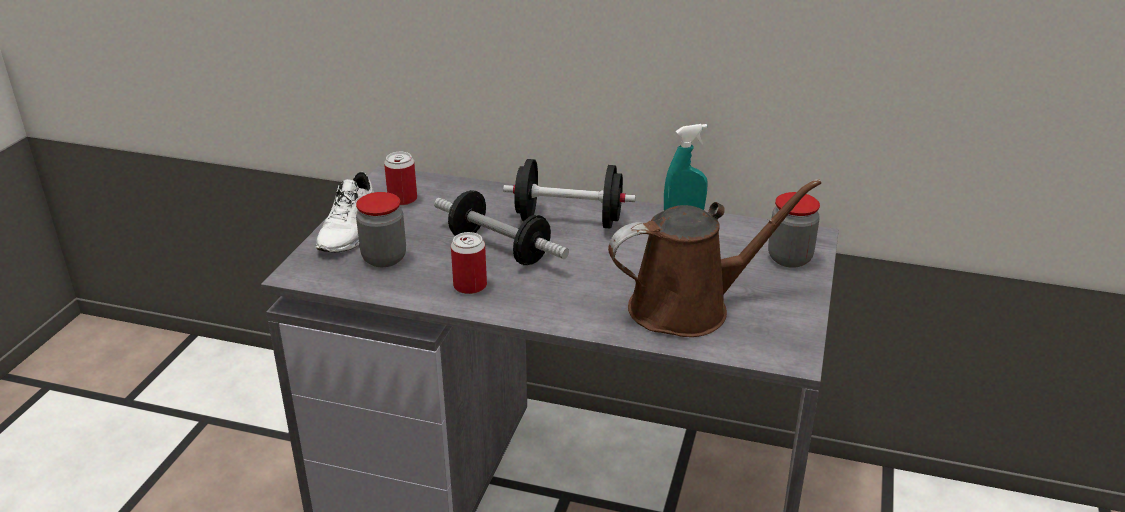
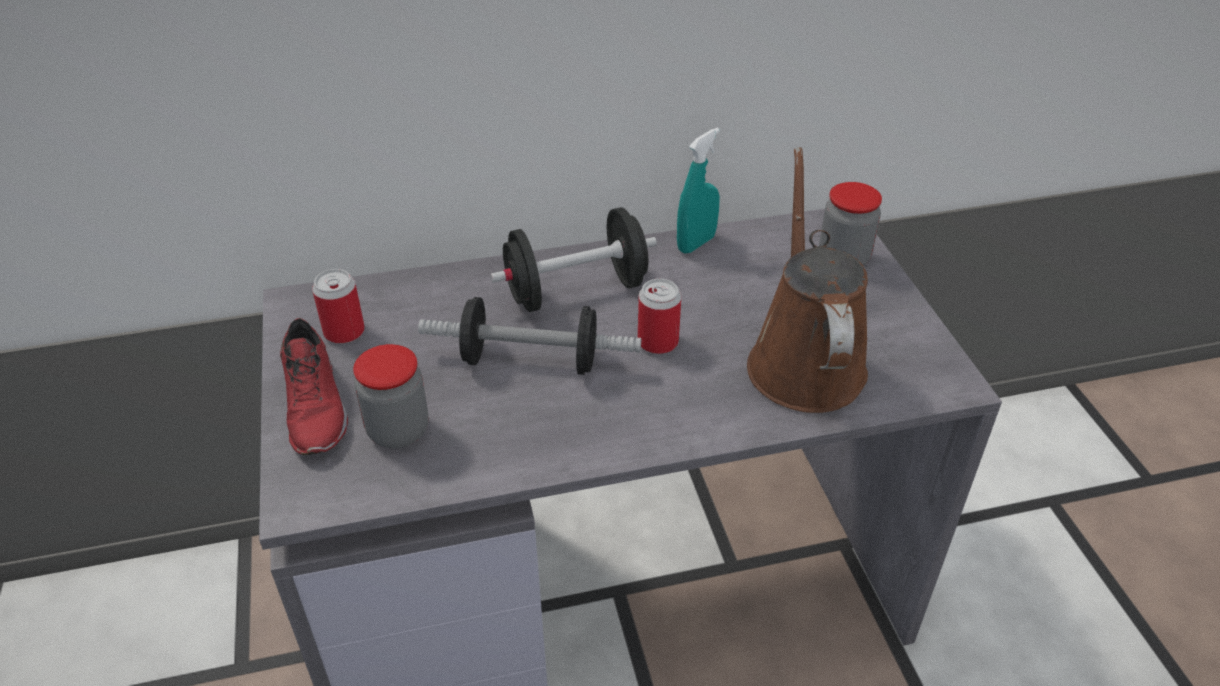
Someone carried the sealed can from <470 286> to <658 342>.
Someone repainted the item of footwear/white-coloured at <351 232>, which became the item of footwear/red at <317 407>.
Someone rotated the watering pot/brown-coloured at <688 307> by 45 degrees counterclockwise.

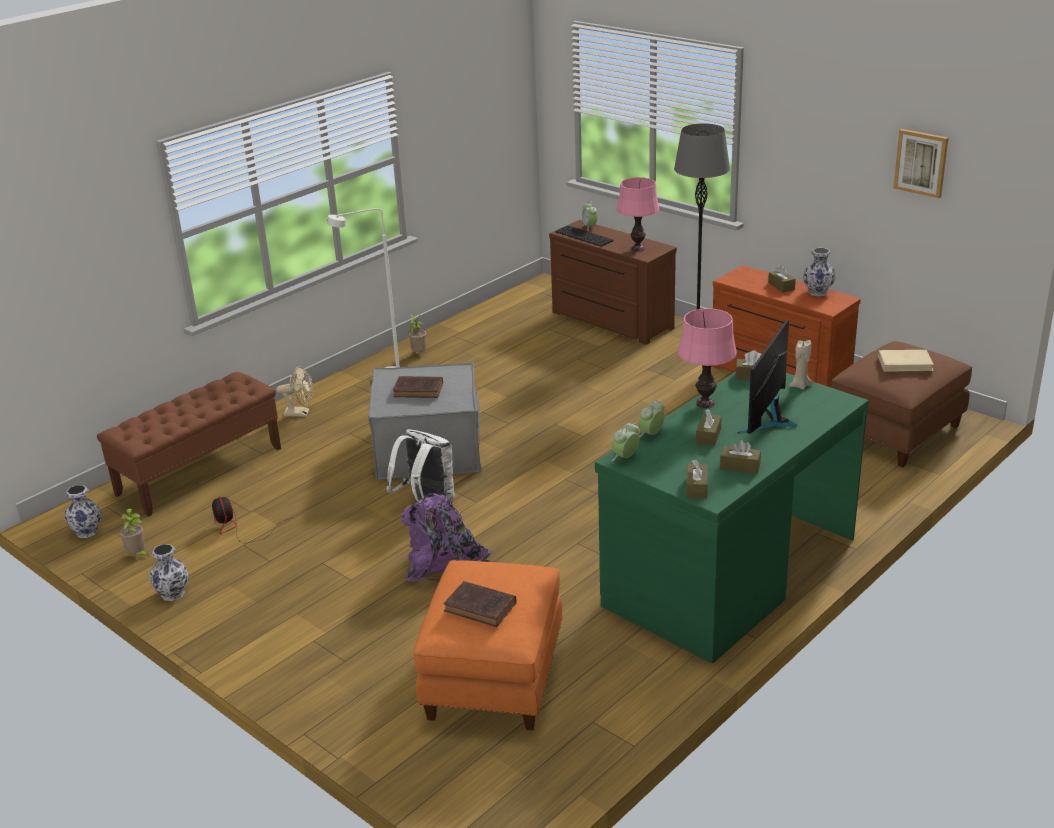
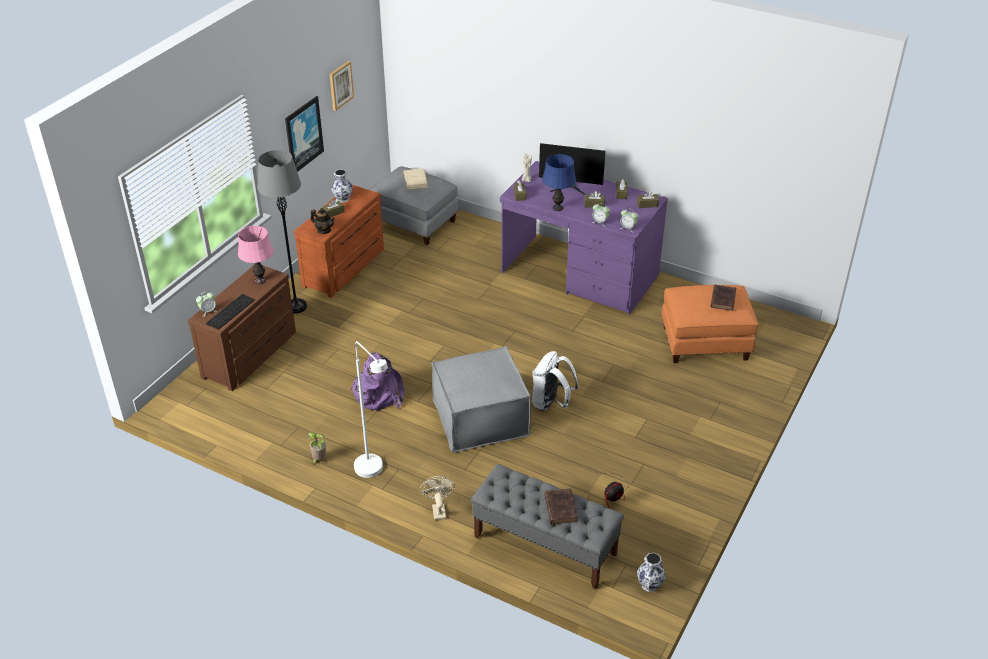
Someone took away the potted plant at <138 555>.
Someone took away the vase at <172 593>.
Someone put up the wall art at <303 134>.
Someone put down the tea pot at <324 230>.
Someone carried the volume/brown-coloured from <420 390> to <560 507>.
Someone carried the rucksack/purple-coloured from <447 566> to <379 394>.
Someone repainted the long seat/brown-coloured at <200 471>, which became the long seat/gray at <544 545>.
Someone repainted the desk table/green at <728 571>, which became the desk table/purple-coloured at <579 274>.
Someone repainted the table lamp/pink at <705 403>, which became the table lamp/blue-coloured at <558 208>.
Someone repainted the pouffe/brown-coloured at <896 433>, which became the pouffe/gray at <415 223>.

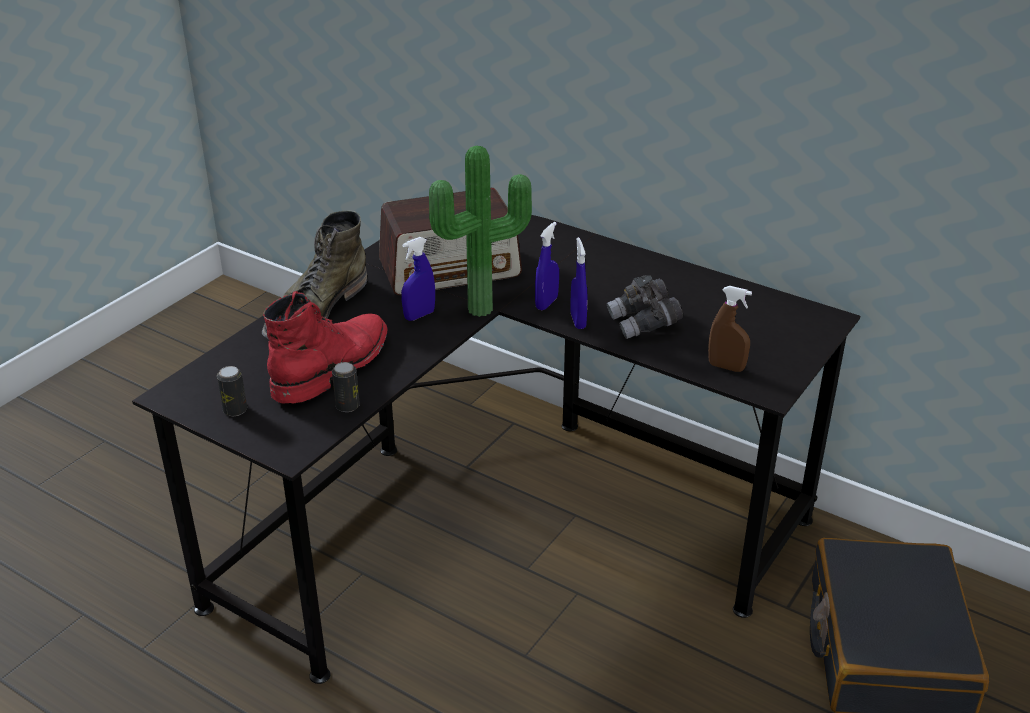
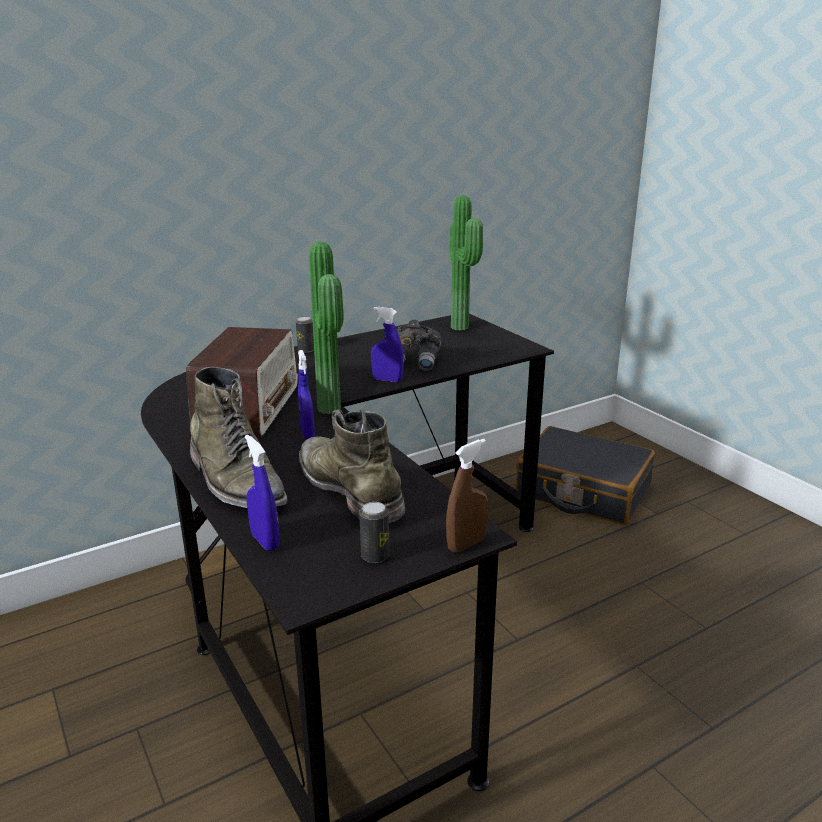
Someone put down the potted plant at <463 327>.
Someone carried the sealed can from <347 406> to <306 350>.
Someone carried the sprayer/blue-coloured from <546 303> to <265 541>.
Someone carried the sprayer/brown-coloured from <726 367> to <466 544>.
Someone repainted the tall boot/red at <333 367>, which became the tall boot/green at <349 488>.

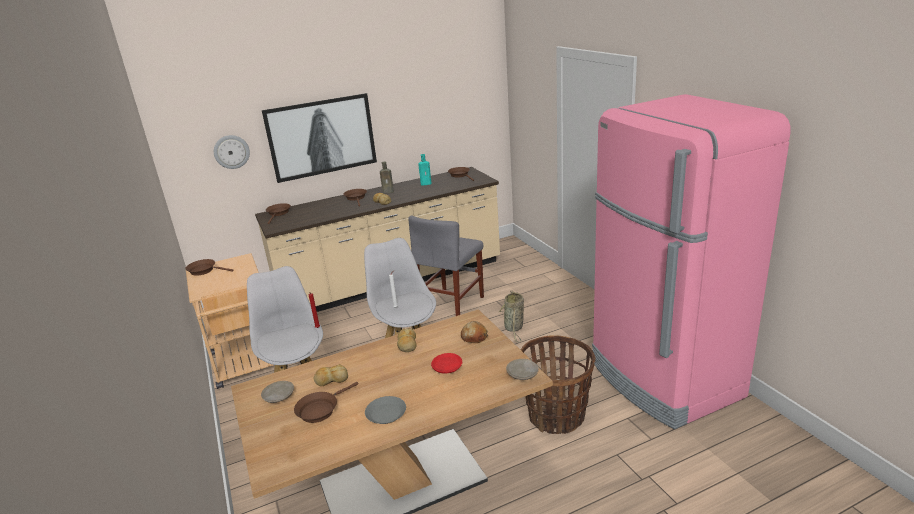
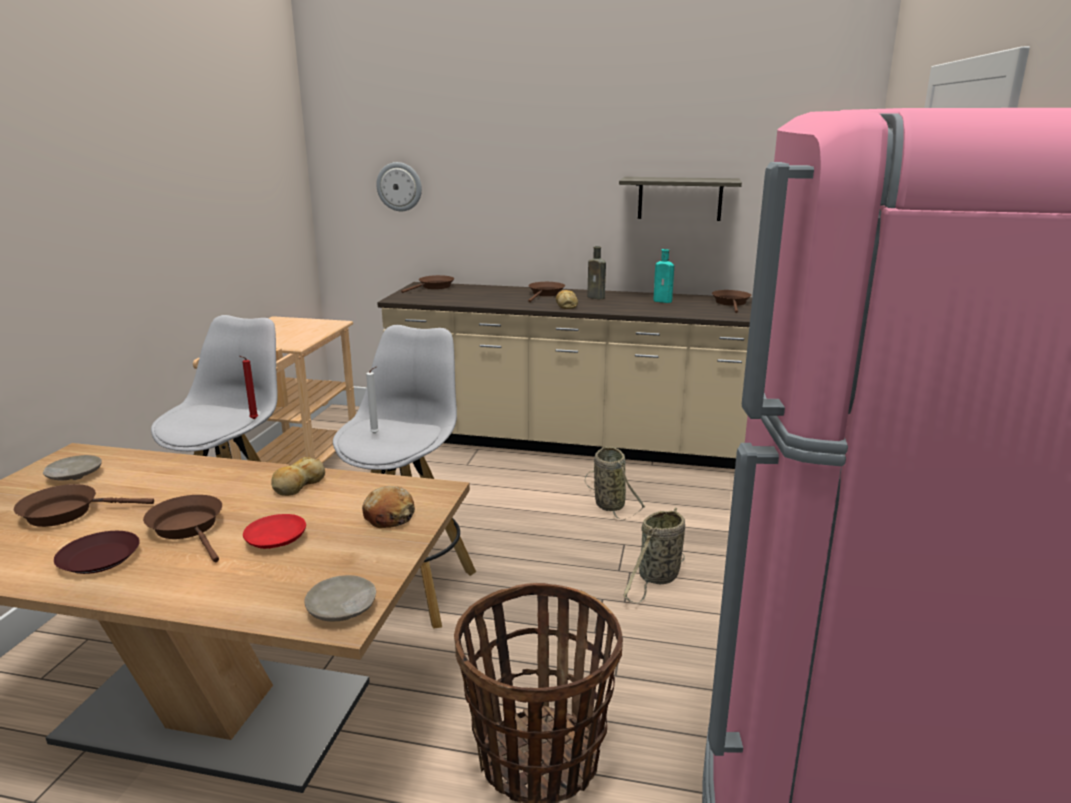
Someone took away the wall art at <321 137>.
Someone took away the bakery bread at <331 379>.
Someone put up the wall shelf at <680 198>.
Someone carried the frying pan/brown-coloured from <204 270> to <189 528>.
Someone swapped the upright chair/gray at <451 305> for the storage basket at <608 504>.
Someone repainted the plate/gray at <386 413>, which became the plate/brown-coloured at <100 558>.

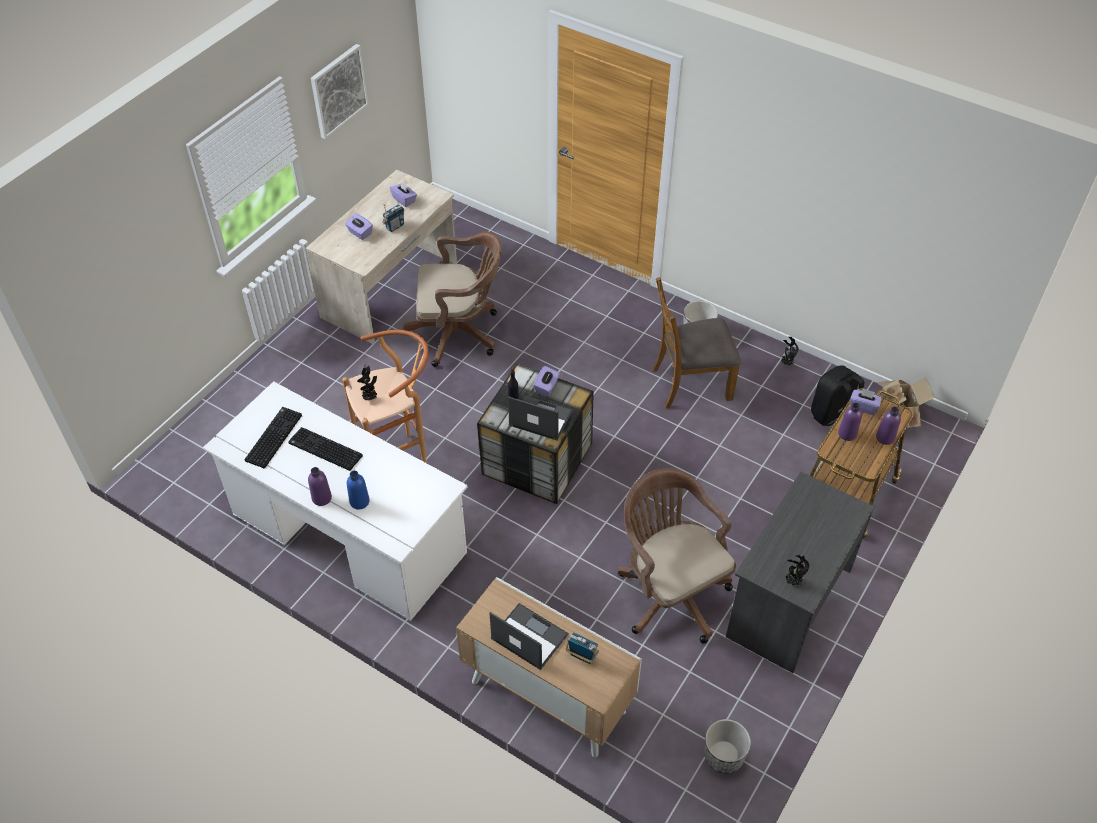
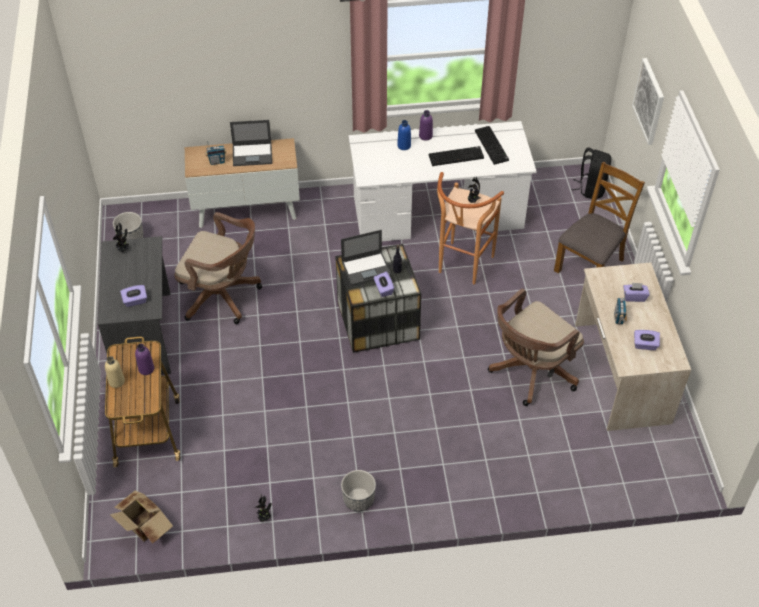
Someone carried the wall art from <338 91> to <649 101>.
Someone carried the upright chair/brown-coloured from <690 383> to <590 265>.
Someone carried the rucksack/black-coloured from <832 415> to <591 188>.
Someone carried the box of tissues/purple-coloured from <863 407> to <135 301>.
Someone repainted the bottle/purple-coloured at <885 437>, which became the bottle/beige-coloured at <116 381>.

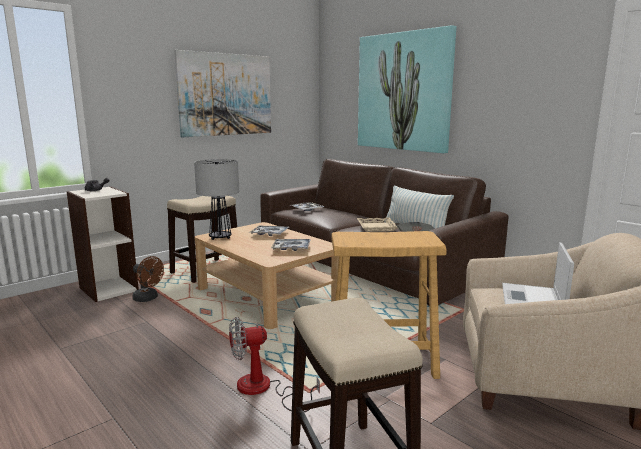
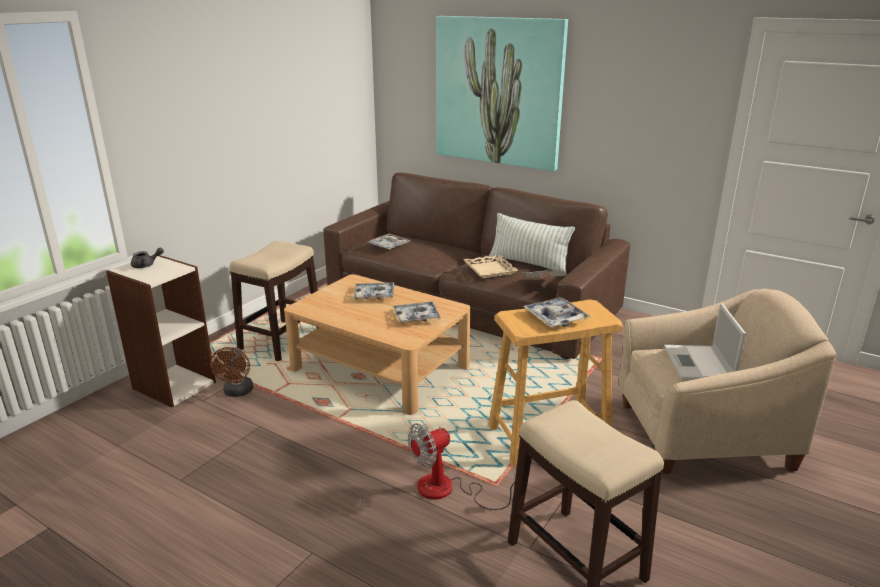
Someone took away the wall art at <225 94>.
Someone took away the table lamp at <220 237>.
Someone put down the carrying tray at <555 318>.
Someone rotated the cooling fan/brown-coloured at <148 298> by 75 degrees clockwise.

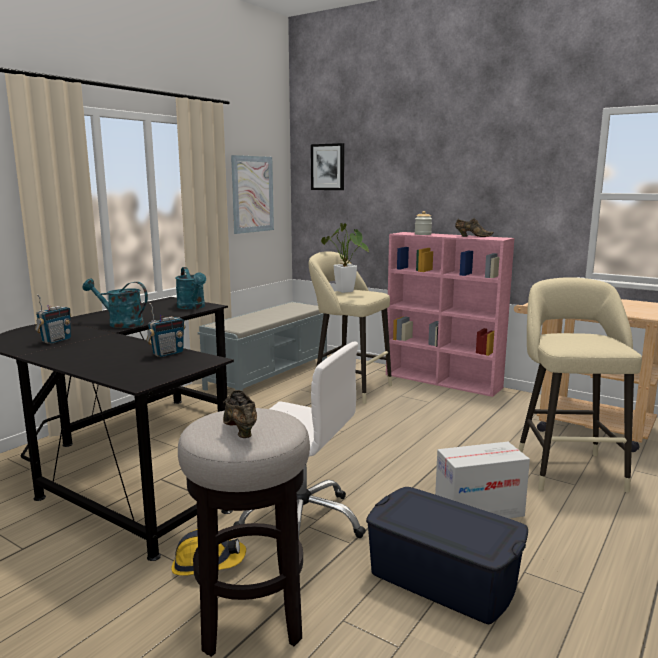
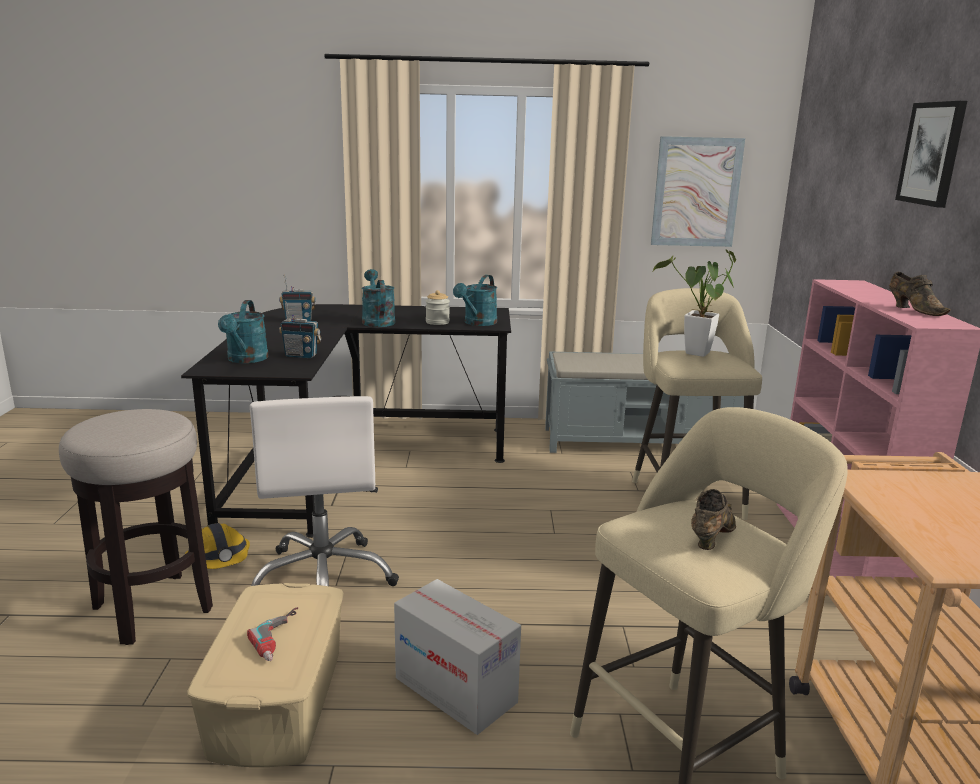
Someone put down the watering pot/turquoise at <246 360>.
Someone put down the power drill at <283 638>.
Someone carried the item of footwear/brown-coloured from <239 429> to <710 537>.
Someone carried the wall art from <328 167> to <932 153>.
Someone carried the jar from <423 234> to <437 322>.
Someone repainted the storage bin/blue-coloured at <443 579>, which became the storage bin/beige-coloured at <276 702>.

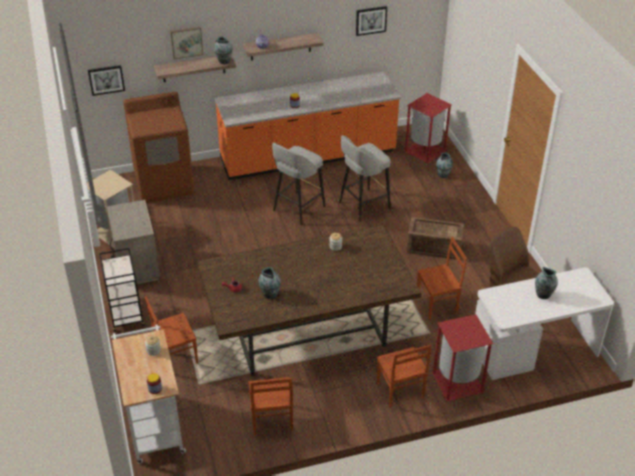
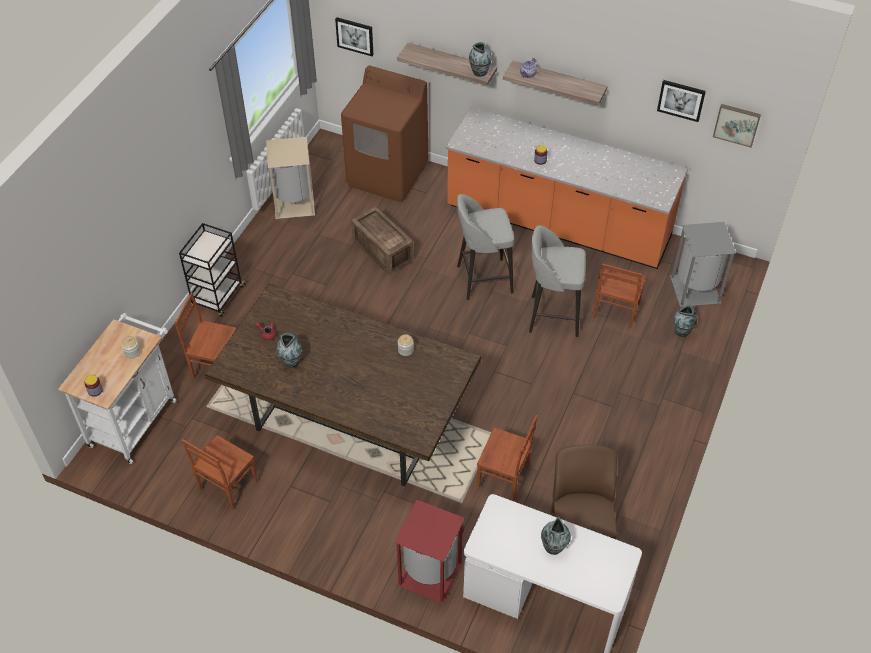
Someone took away the night table/beige-coloured at <136 266>.
Someone carried the wall art from <186 42> to <737 124>.
Someone carried the upright chair/brown-coloured from <400 391> to <615 311>.
Someone carried the shipping crate from <433 247> to <383 250>.
Someone repainted the trash can/red at <425 150>, which became the trash can/gray at <695 289>.

